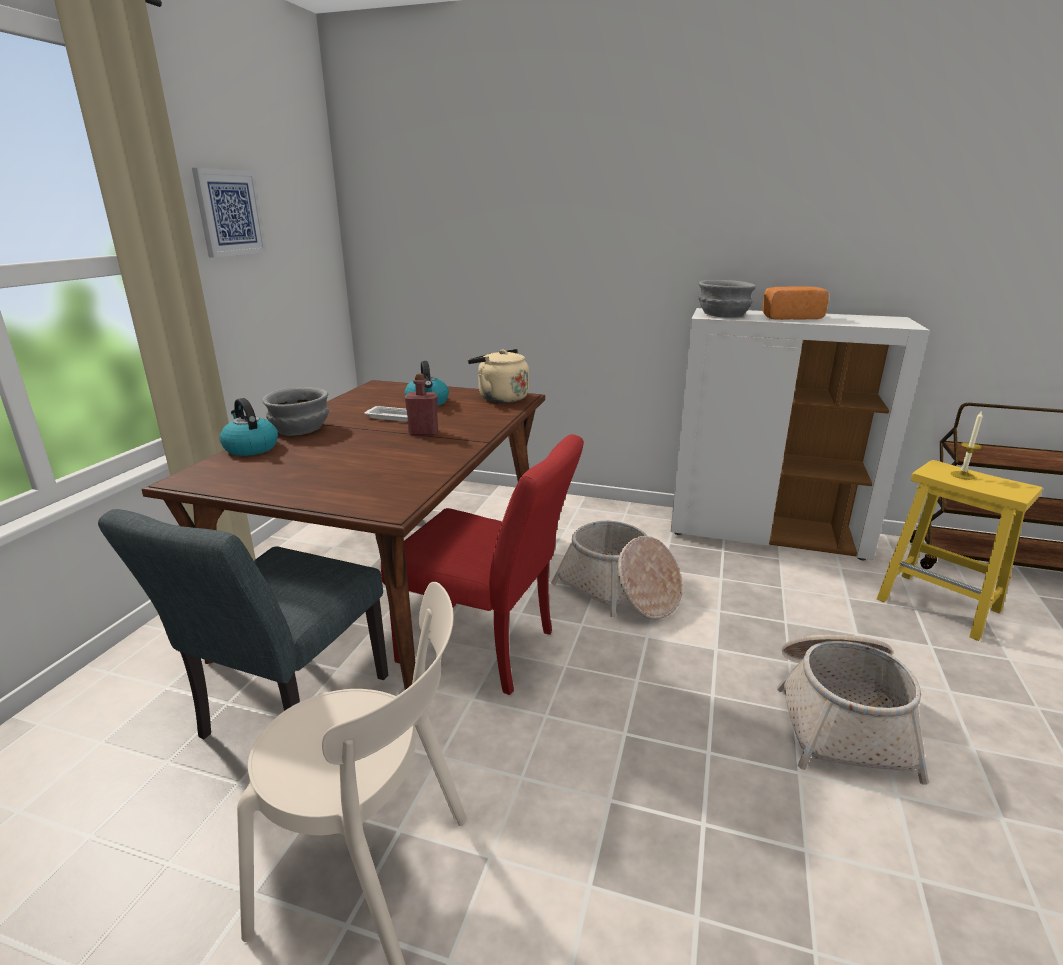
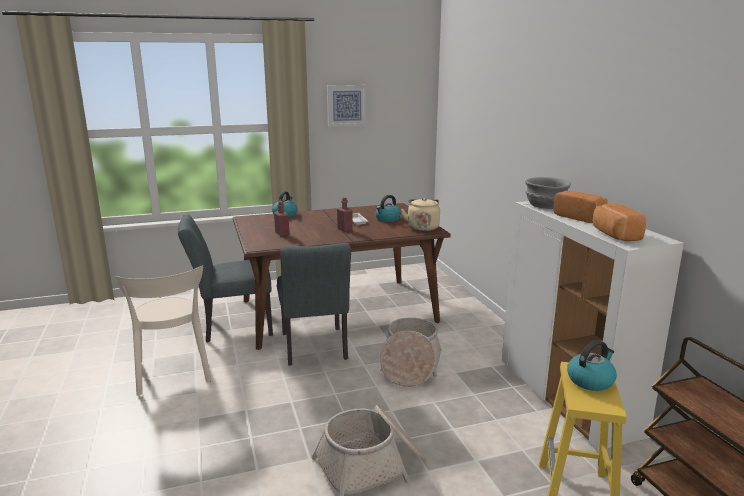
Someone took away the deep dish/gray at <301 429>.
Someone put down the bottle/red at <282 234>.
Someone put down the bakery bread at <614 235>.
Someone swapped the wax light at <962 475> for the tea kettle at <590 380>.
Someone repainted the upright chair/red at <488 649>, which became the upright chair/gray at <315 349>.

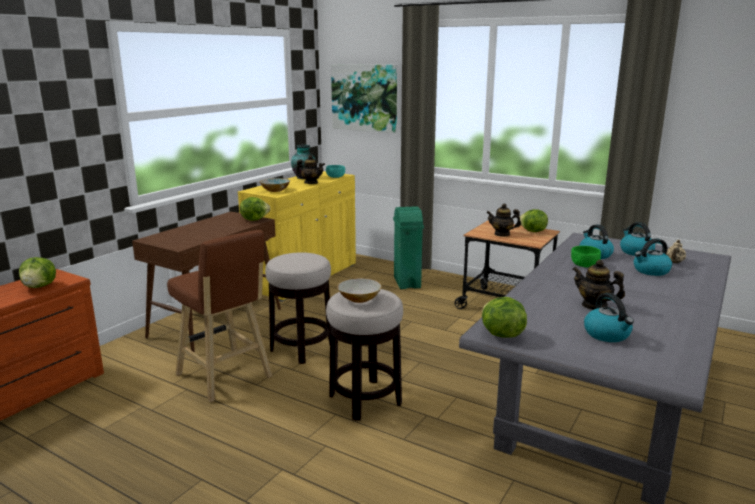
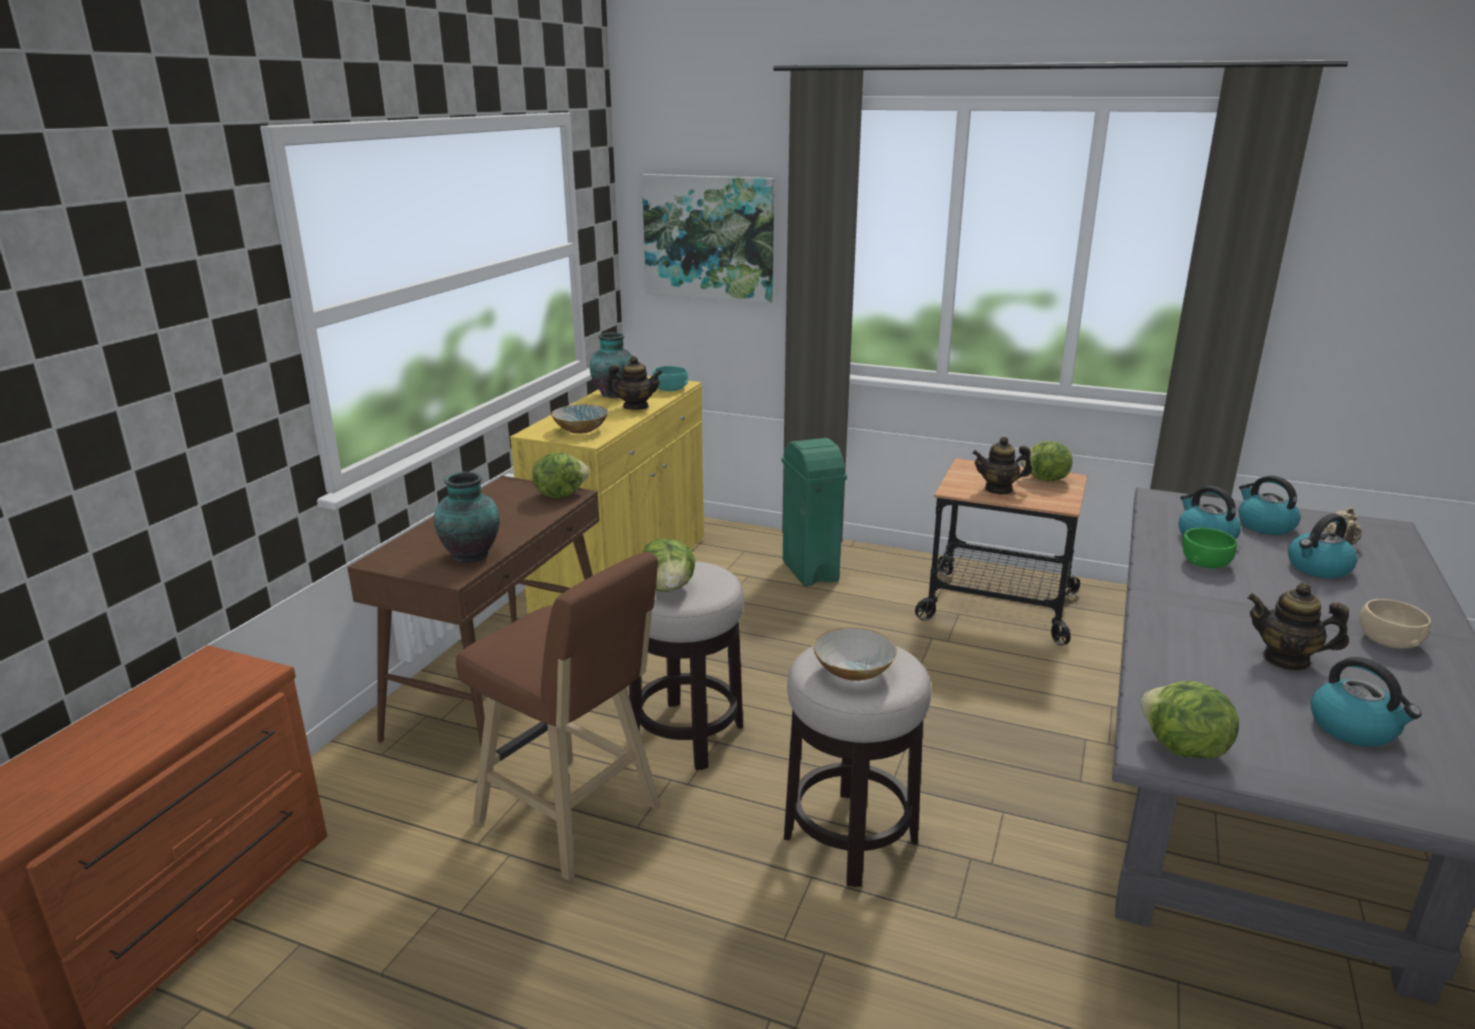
Someone put down the vase at <472 555>.
Someone put down the deep dish/beige-coloured at <1388 640>.
Someone carried the head of lettuce from <40 286> to <669 588>.

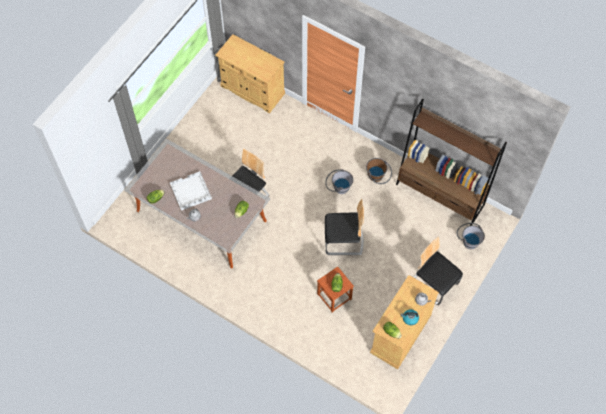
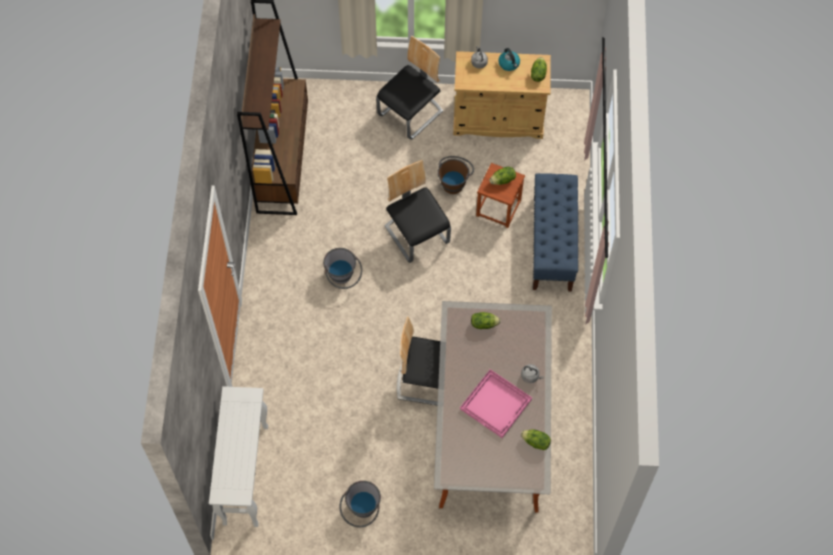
Someone put down the long seat/blue-coloured at <552 244>.
Someone carried the pail/brown-coloured from <377 178> to <454 181>.
Someone carried the pail/gray from <468 240> to <361 511>.
Someone swapped the cabinet/beige-coloured at <252 90> for the console table/white-coloured at <245 473>.
Someone repainted the carrying tray/white-coloured at <190 191>, which became the carrying tray/pink at <496 404>.
Someone rotated the upright chair at <434 283> by 150 degrees counterclockwise.

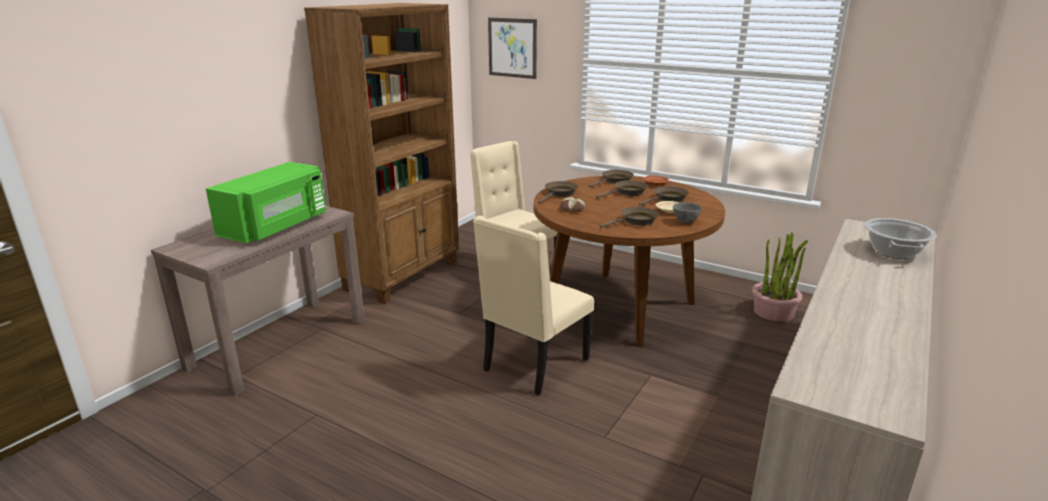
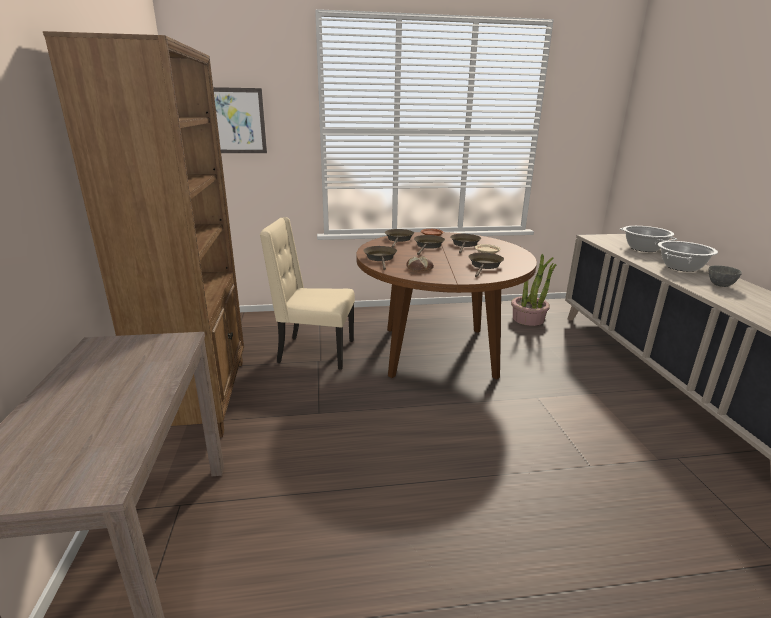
Someone took away the microwave oven/green at <277 226>.
Someone took away the upright chair/beige-coloured at <533 365>.
Someone put down the stockpot at <681 267>.
Someone carried the deep dish/gray from <686 222> to <721 285>.

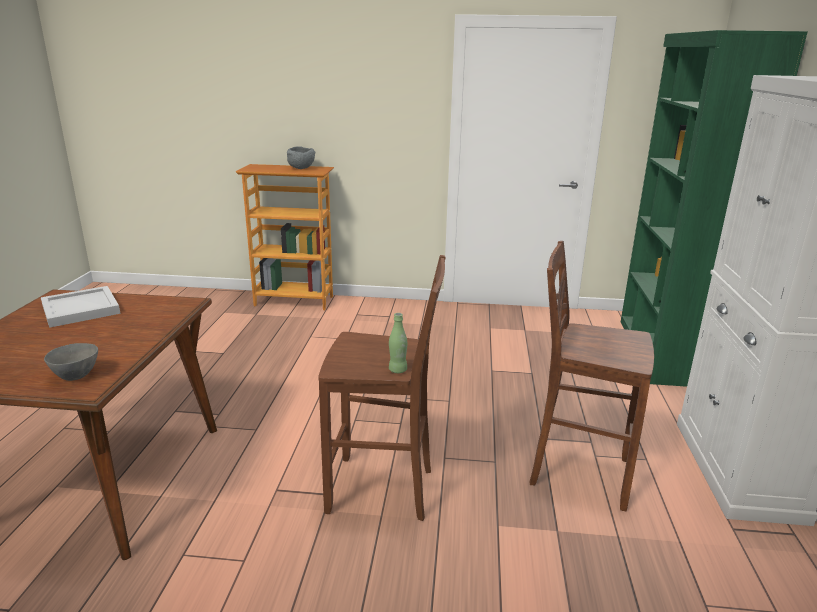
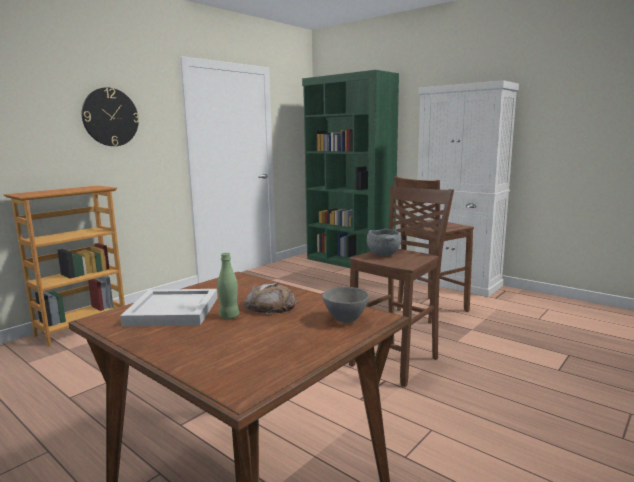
Someone put up the wall clock at <110 117>.
Someone put down the bakery bread at <271 306>.
Someone carried the deep dish/gray from <301 168> to <383 254>.
Someone carried the bottle/green from <397 370> to <229 316>.

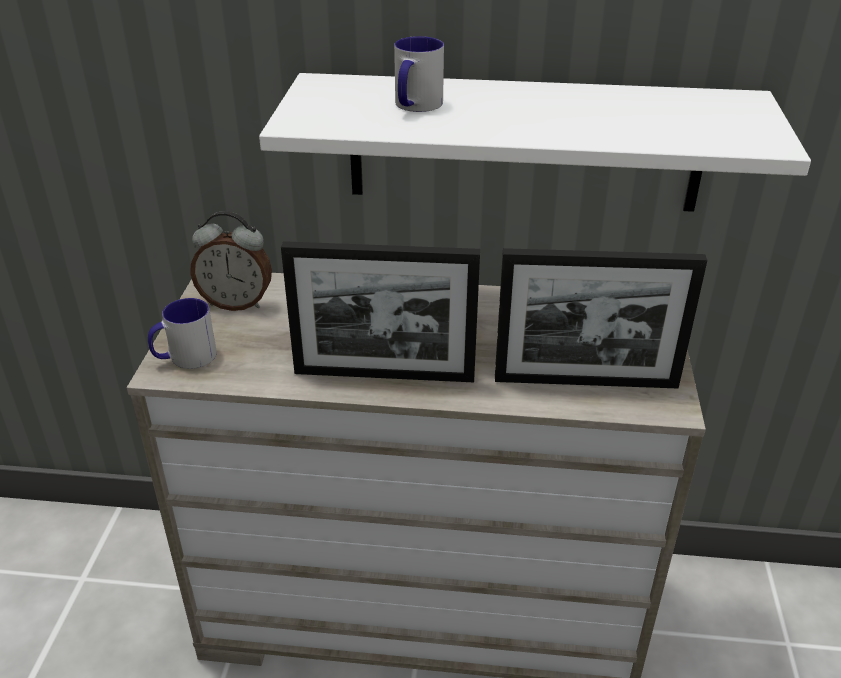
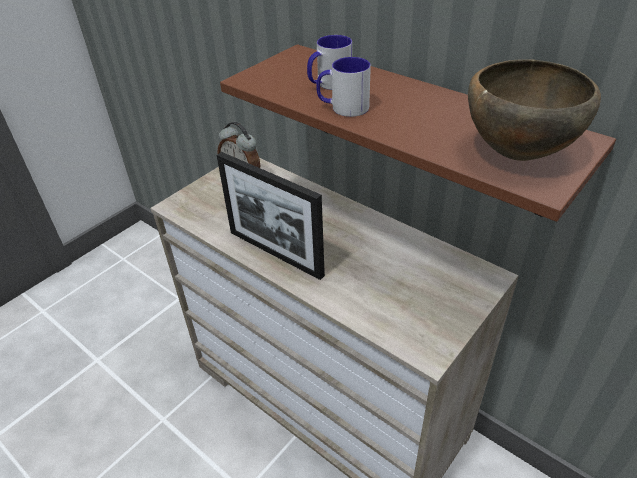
Someone took away the picture frame at <585 381>.
Someone put down the deep dish/brown-coloured at <516 155>.
Someone carried the tea mug from <185 358> to <343 107>.
Someone repainted the wall shelf/white-coloured at <524 143>, which became the wall shelf/brown-coloured at <426 128>.

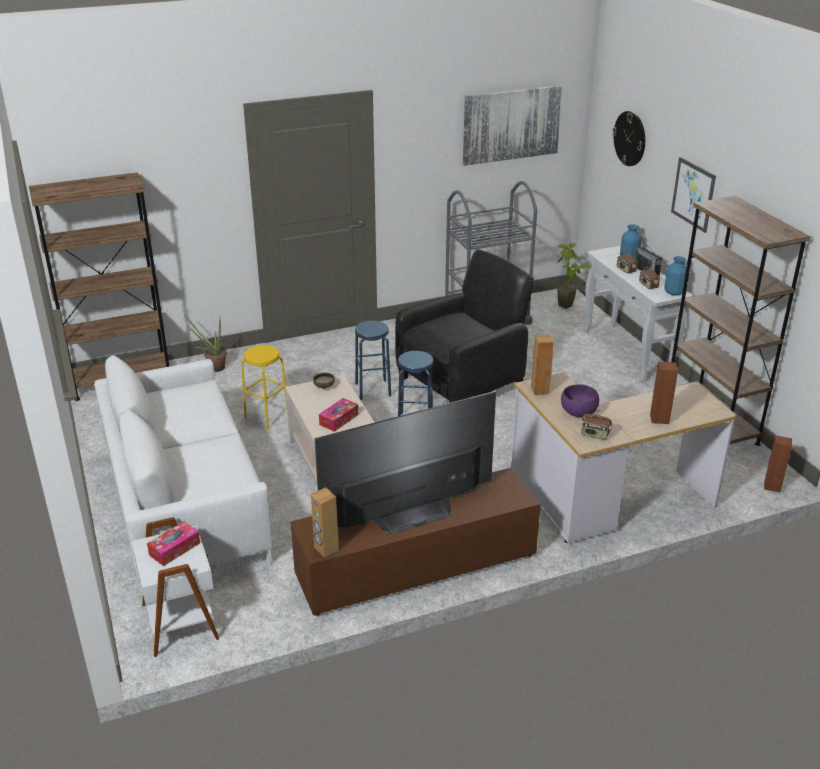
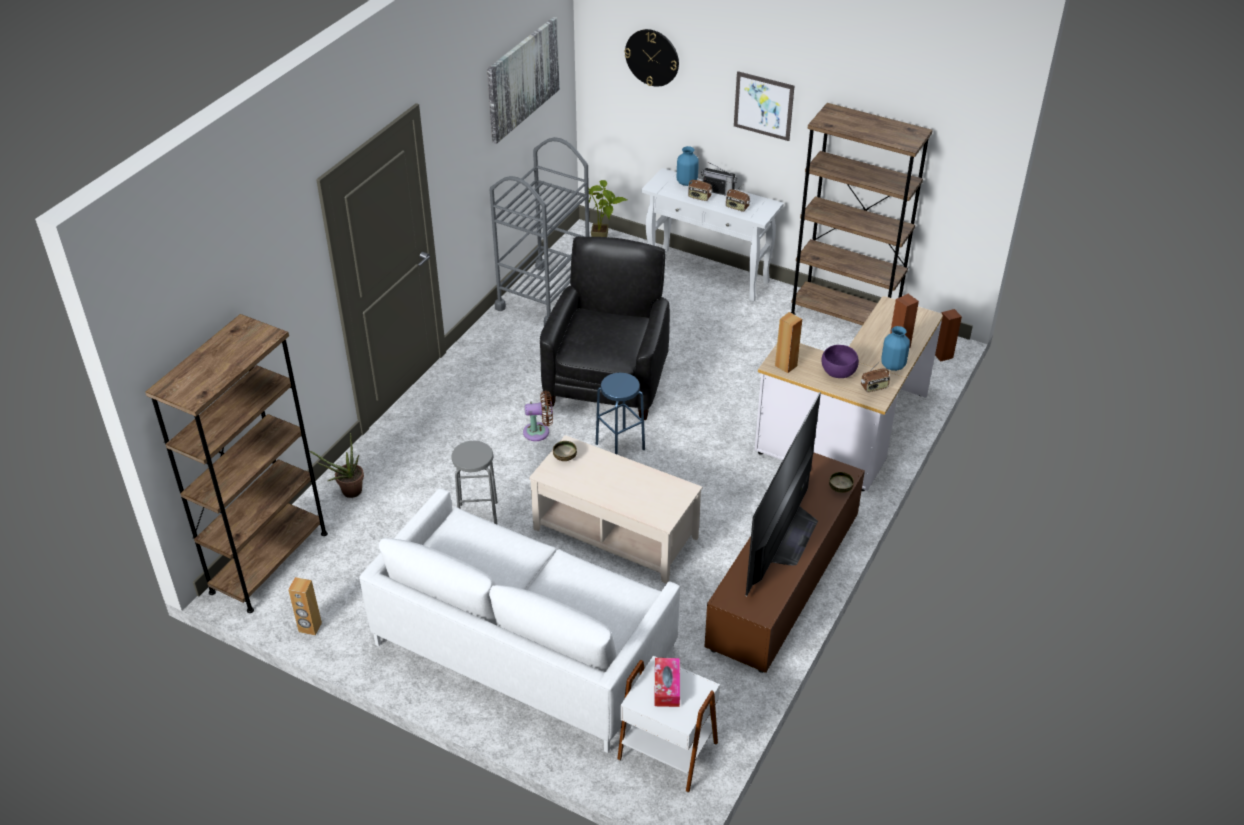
Someone took away the box of tissues at <339 419>.
Someone put down the deep dish at <840 488>.
Someone carried the audio speaker/brown-coloured from <326 549> to <310 627>.
Someone carried the vase/blue-coloured from <674 293> to <893 365>.
Someone swapped the sitting stool/blue-coloured at <373 389> for the cooling fan/brown-coloured at <539 432>.
Someone repainted the sitting stool/yellow at <267 416>, which became the sitting stool/gray at <478 516>.

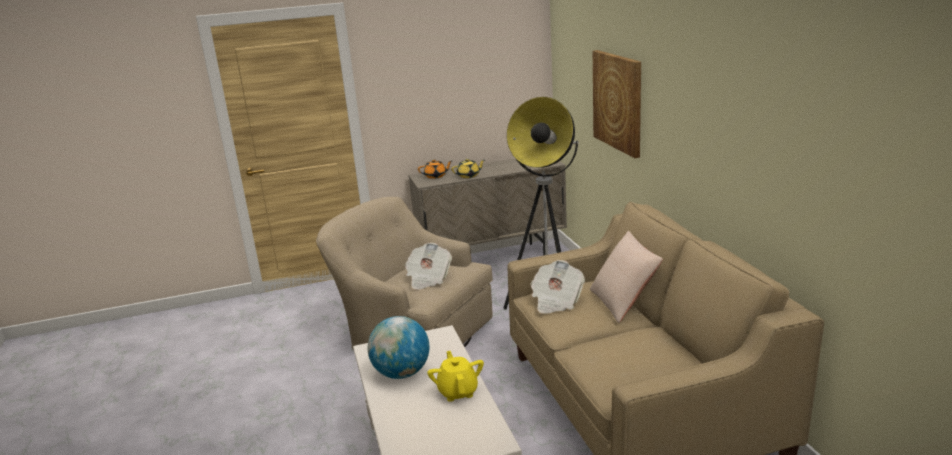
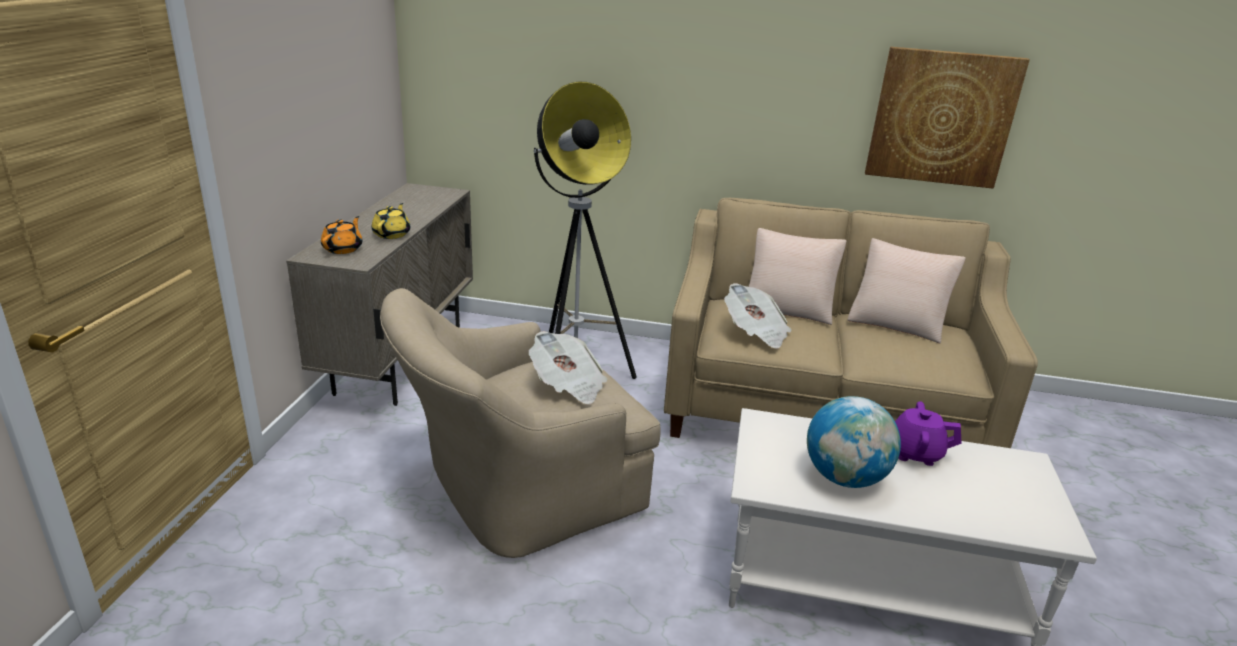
Someone put down the throw pillow/beige-coloured at <897 322>.
Someone carried the wall art from <618 102> to <942 118>.
Someone repainted the tea pot/yellow at <458 391>, which became the tea pot/purple-coloured at <914 453>.

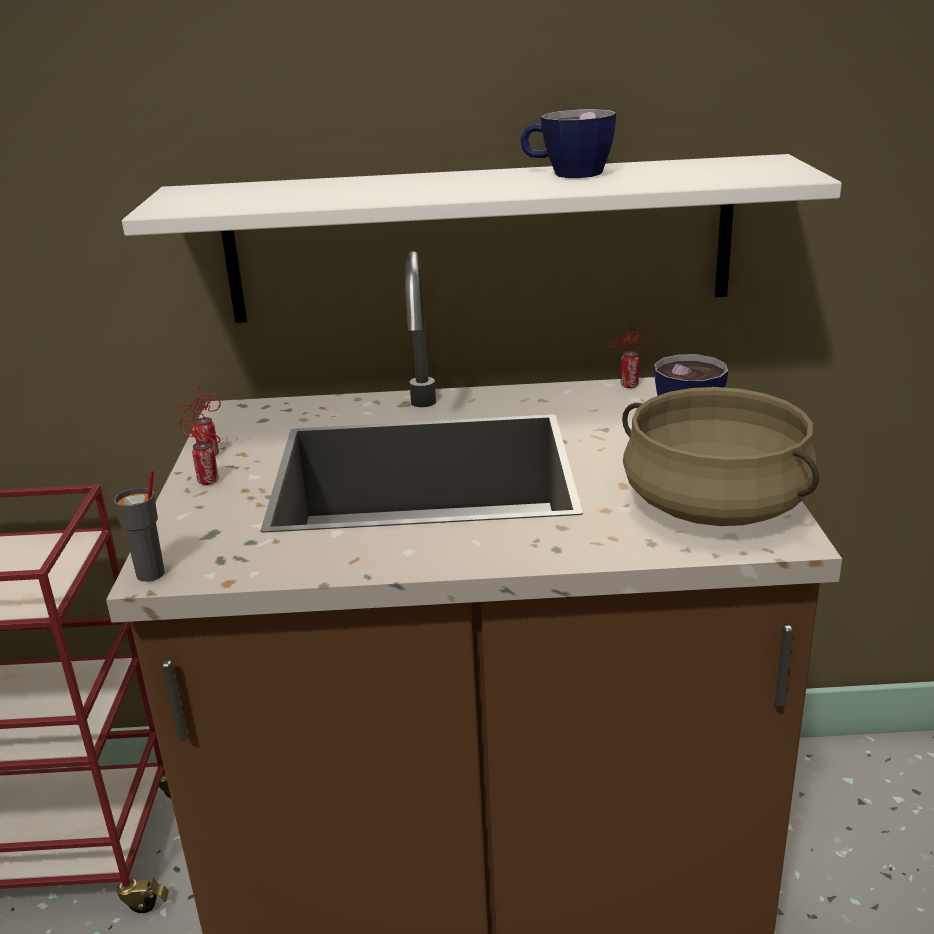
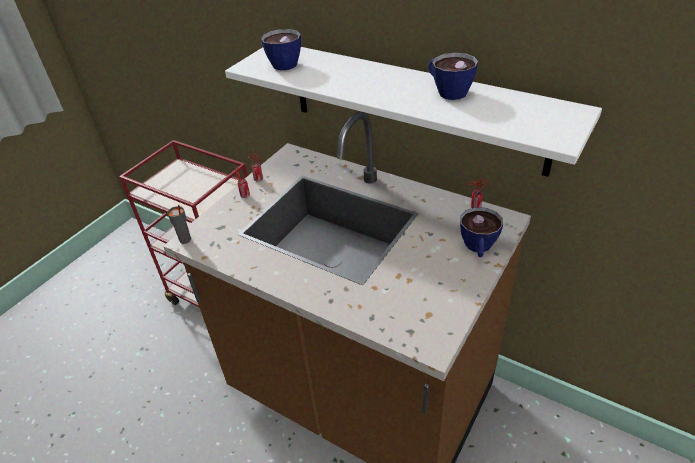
Someone took away the stockpot/beige-coloured at <713 506>.
Someone put down the drinking cup at <283 62>.

